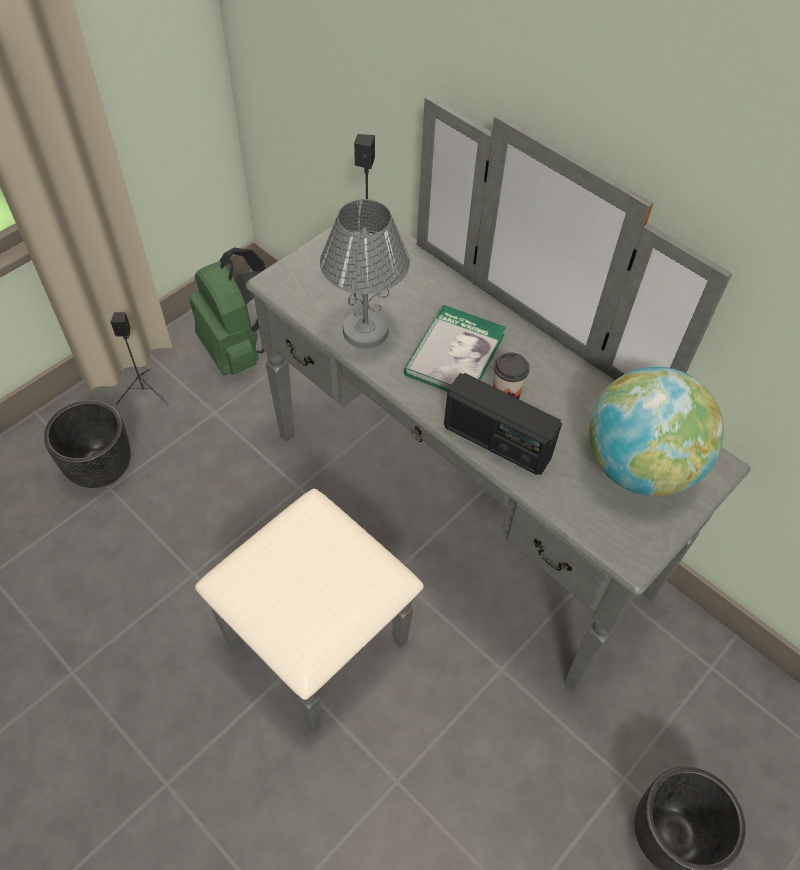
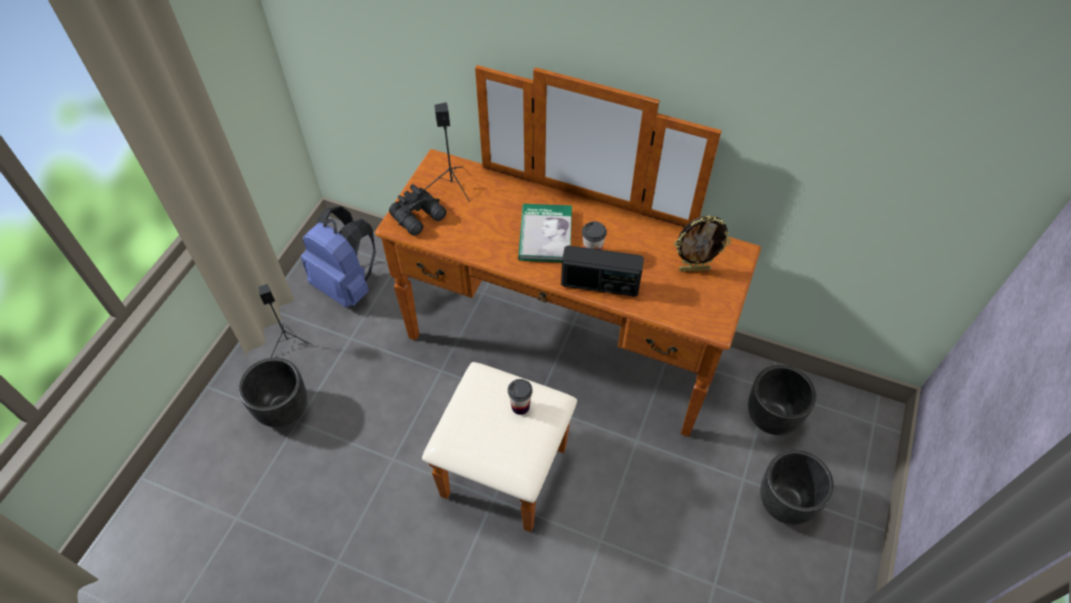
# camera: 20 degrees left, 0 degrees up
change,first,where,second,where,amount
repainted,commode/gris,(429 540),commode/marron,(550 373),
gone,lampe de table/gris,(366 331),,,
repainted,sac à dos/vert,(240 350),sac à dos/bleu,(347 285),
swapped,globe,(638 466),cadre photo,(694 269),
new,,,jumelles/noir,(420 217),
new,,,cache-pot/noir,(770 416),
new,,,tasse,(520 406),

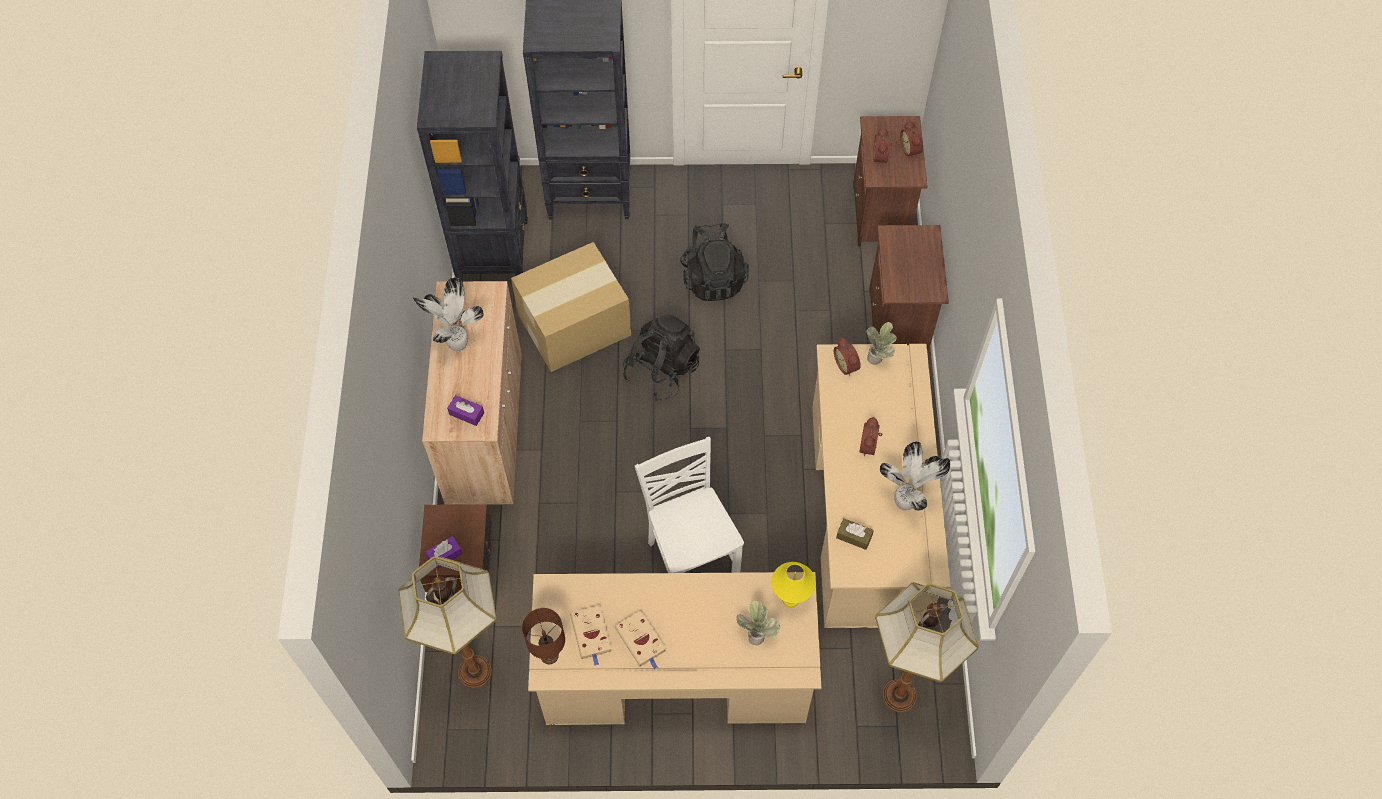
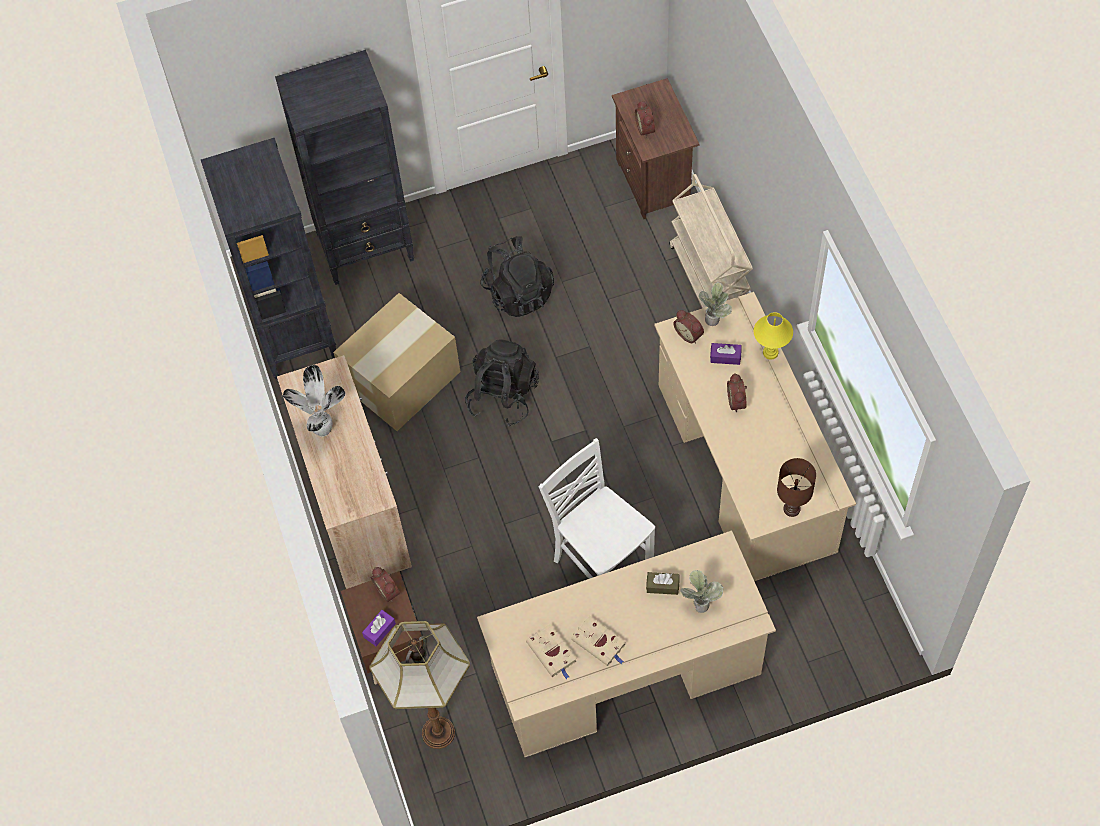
# camera: 15 degrees left, 0 degrees up
change,first,where,second,where,amount
shifted,réveil,(911 149),,(388 590),
swapped,table de chevet/marron,(899 323),chariot/beige,(709 280),
shifted,boîte à mouchoirs/violet,(466 413),,(725 357),
gone,plante en pot,(906 503),,,
shifted,boîte à mouchoirs/marron,(854 536),,(662 586),
shifted,lampe de table/jaune,(791 599),,(770 352),
gone,lampadaire,(900 697),,,
shifted,lampe de table/marron,(549 654),,(791 508),

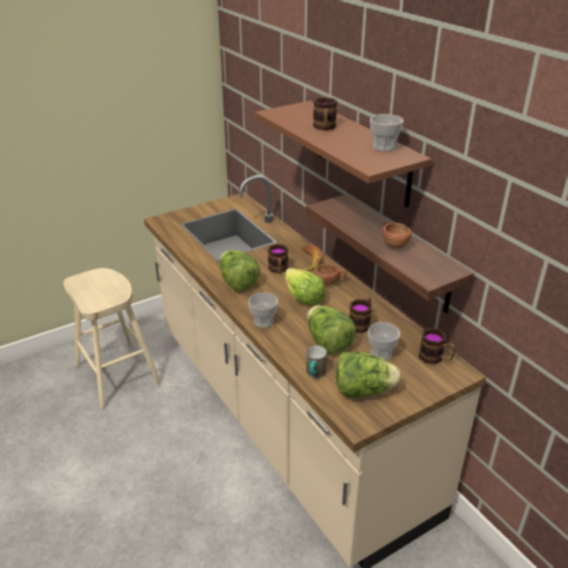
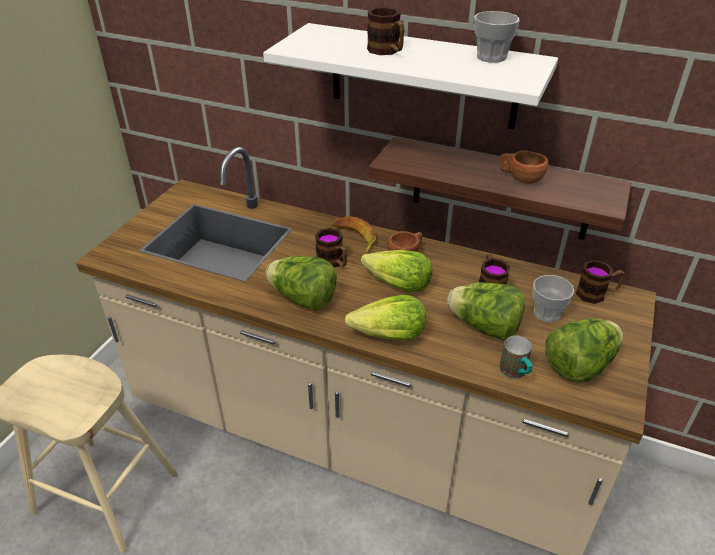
# camera: 35 degrees left, 5 degrees up
change,first,where,second,where,amount
repainted,étagère/marron,(362 153),étagère/blanc,(422 76),
swapped,tasse,(263 321),laitue,(389 335),

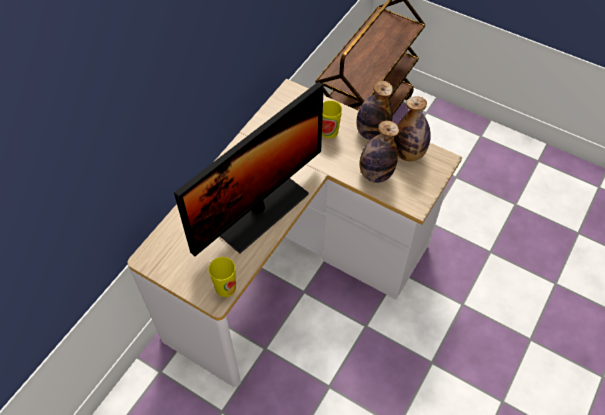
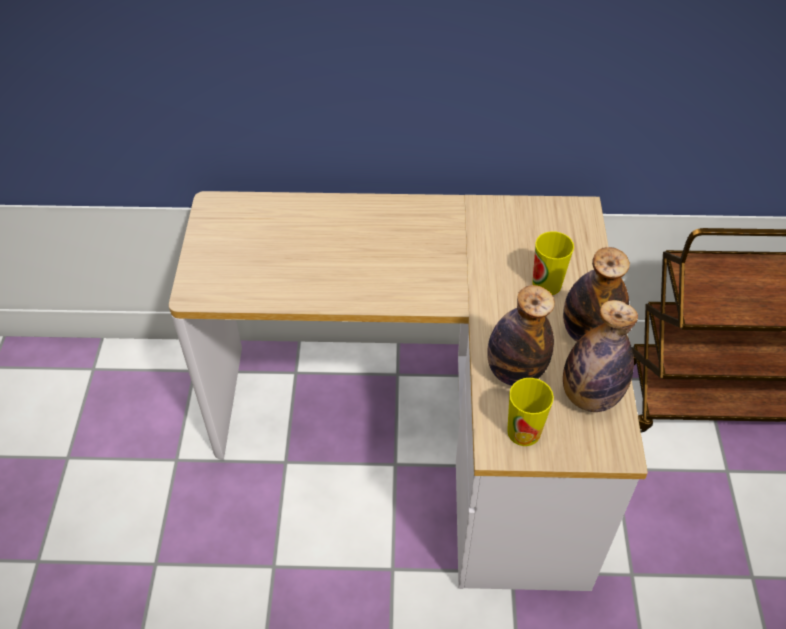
# camera: 60 degrees right, 5 degrees down
change,first,where,second,where,amount
gone,écran d'ordinateur,(260 210),,,
shifted,tasse,(225 287),,(524 431),

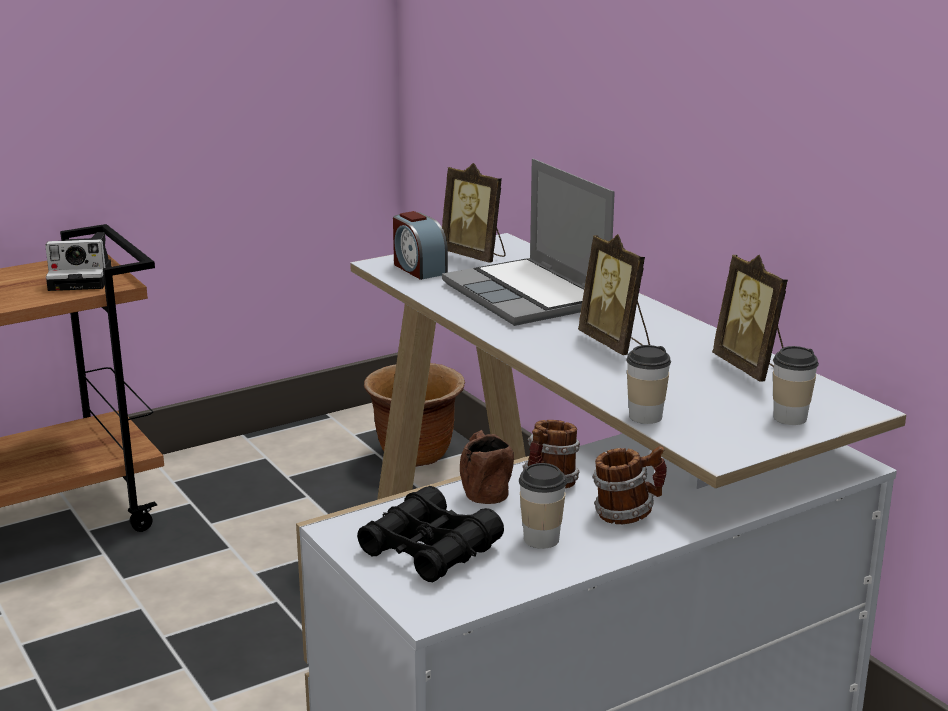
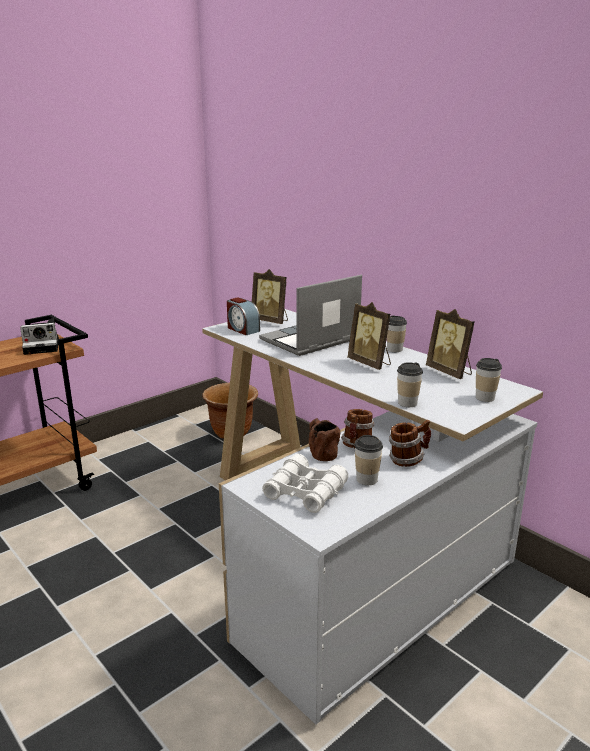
# camera: 10 degrees left, 0 degrees up
change,first,where,second,where,amount
rotated,ordinateur portable,(528 295),,(310 340),90 degrees clockwise
repainted,jumelles/noir,(430 550),jumelles/blanc,(305 492),
new,,,tasse,(394 349),

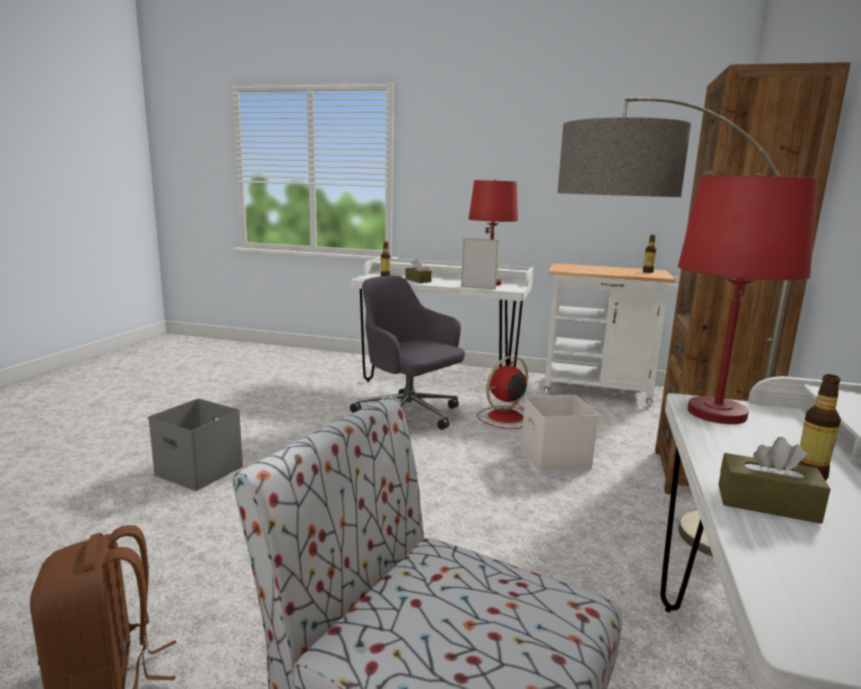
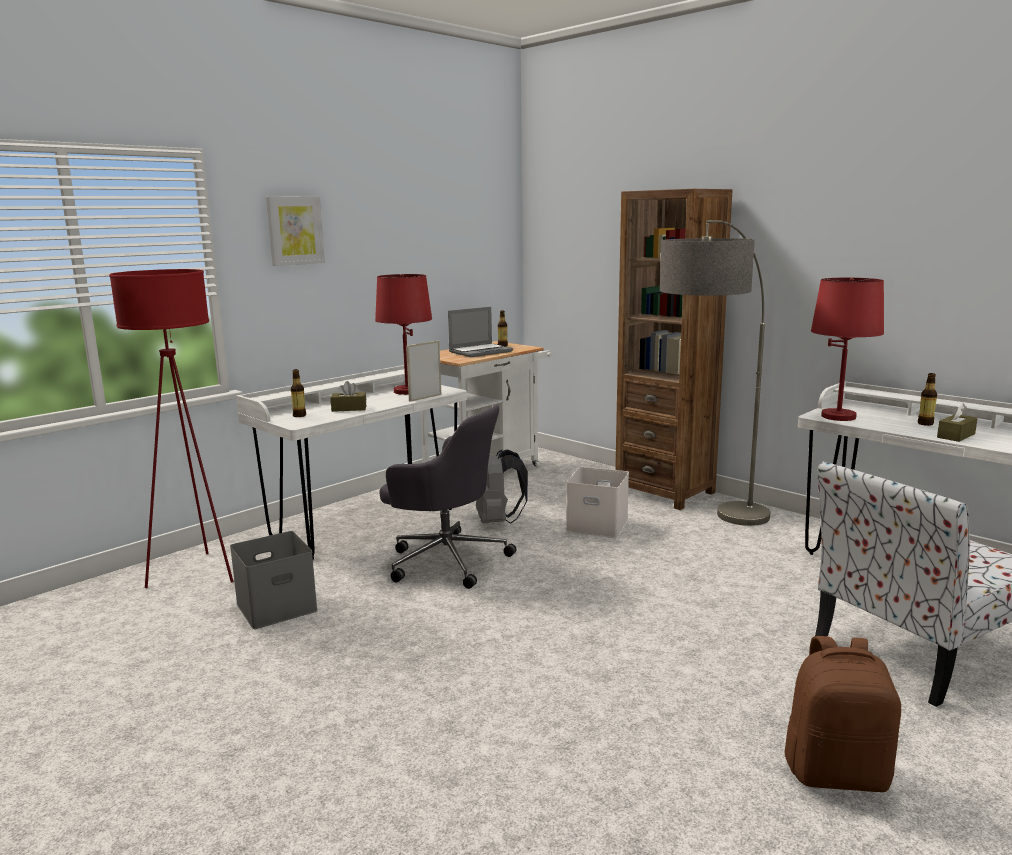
# camera: 60 degrees left, 0 degrees up
change,first,where,second,where,amount
rotated,chaise de bureau/gris,(409 416),,(446 559),135 degrees counterclockwise
swapped,ventilateur/rouge,(504 417),sac à dos/gris,(498 521),
shifted,boîte de rangement/gris,(197 470),,(275 608),
new,,,tableau,(295 230),
new,,,lampadaire/rouge,(196 573),
new,,,ordinateur portable,(481 352),

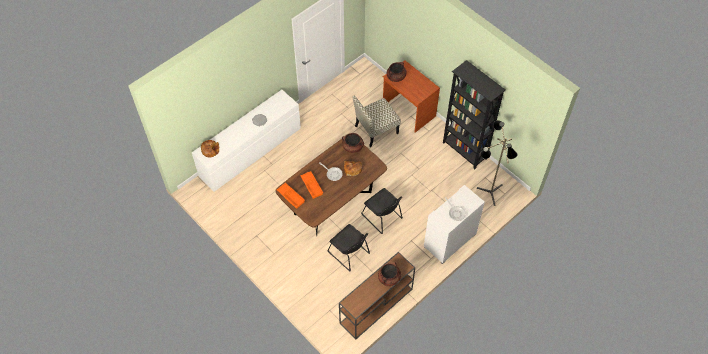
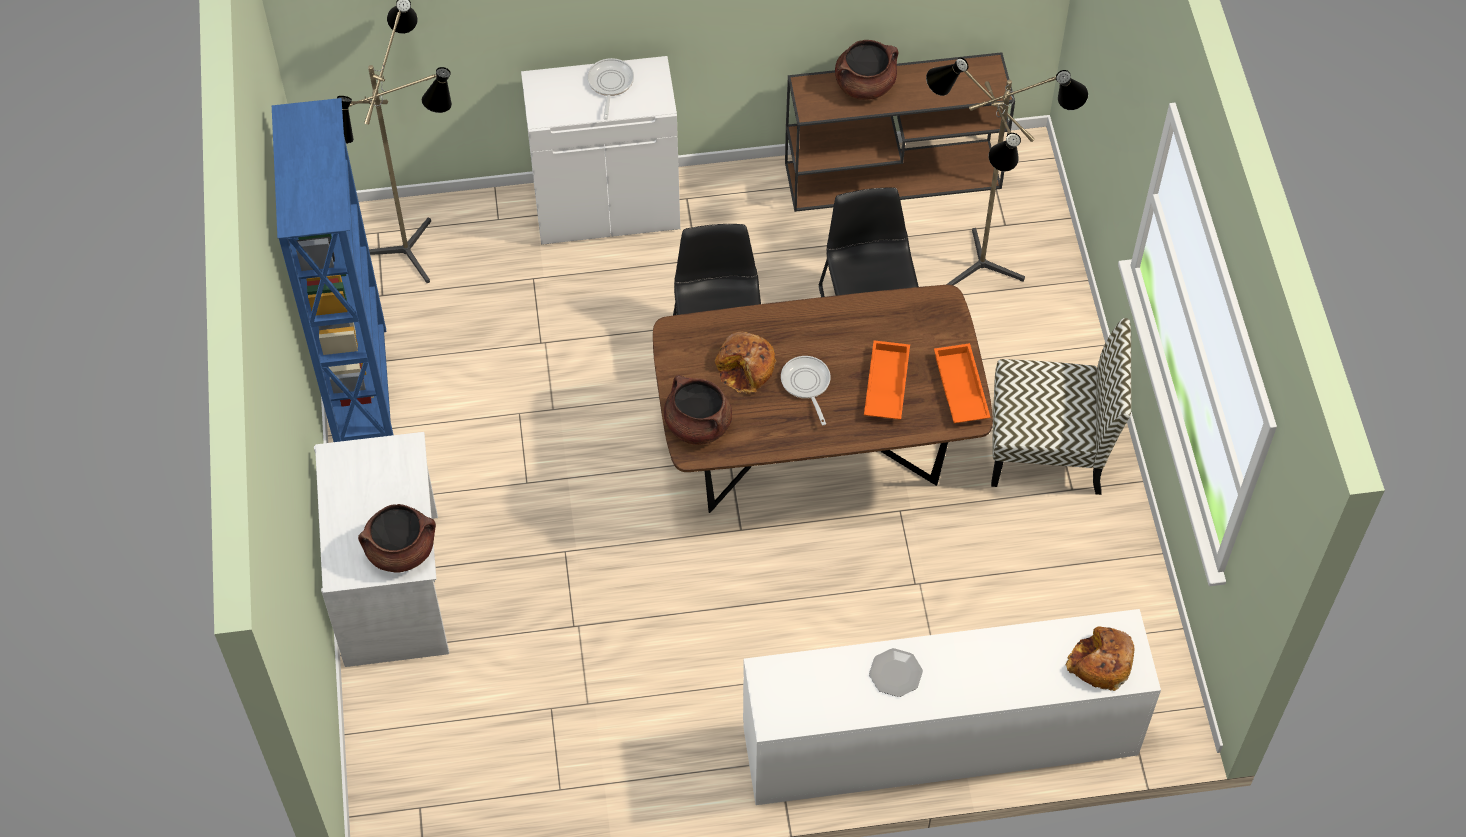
# camera: 145 degrees left, 0 degrees up
change,first,where,second,where,amount
repainted,bureau/marron,(408 111),bureau/blanc,(394 589),
repainted,bibliothèque/noir,(464 151),bibliothèque/bleu,(362 387),
shifted,chaise,(376 130),,(1050 448),
new,,,lampadaire,(979 274),

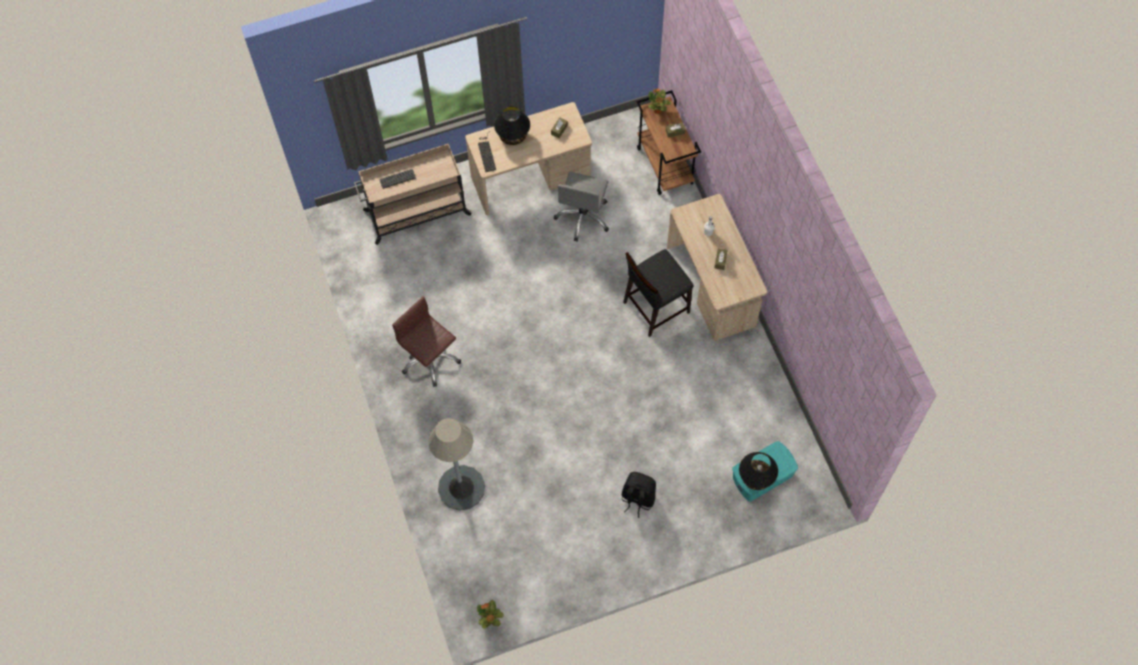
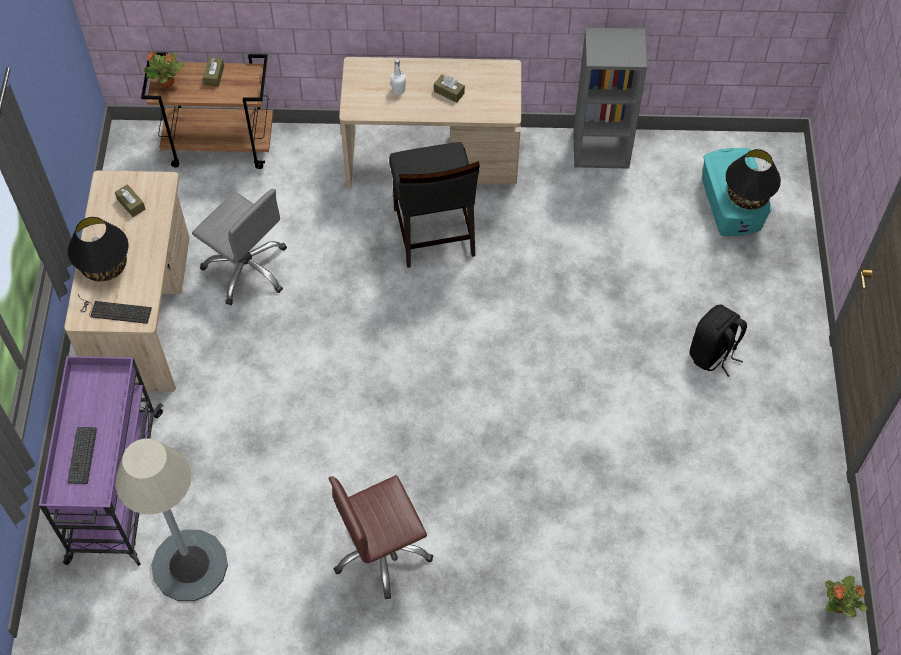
# camera: 70 degrees left, 5 degrees down
change,first,where,second,where,amount
repainted,chariot/beige,(416 213),chariot/violet,(114 488),
shifted,lampadaire/gris,(461 488),,(189 566),
new,,,bibliothèque/gris,(601 149),

